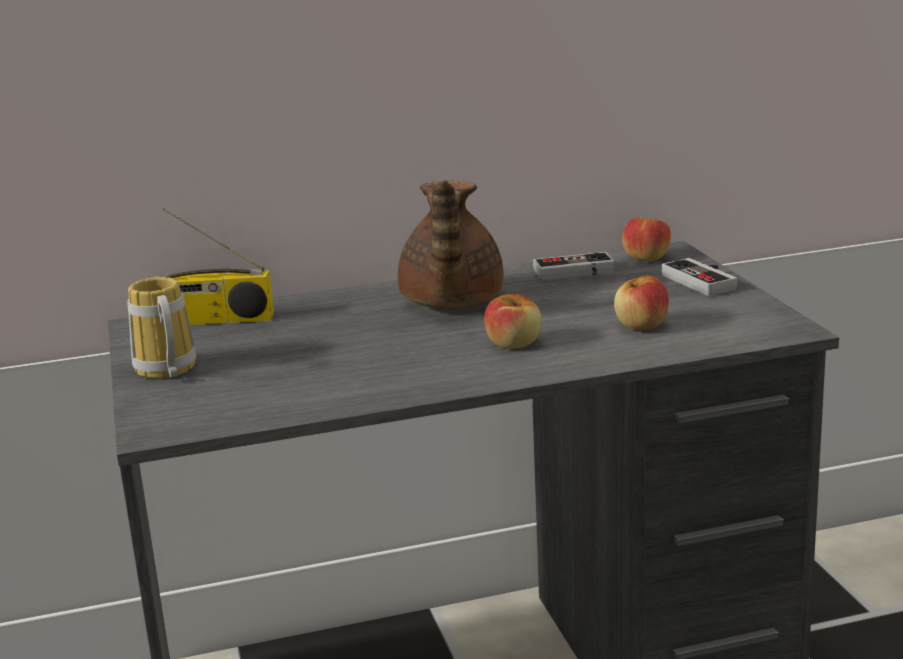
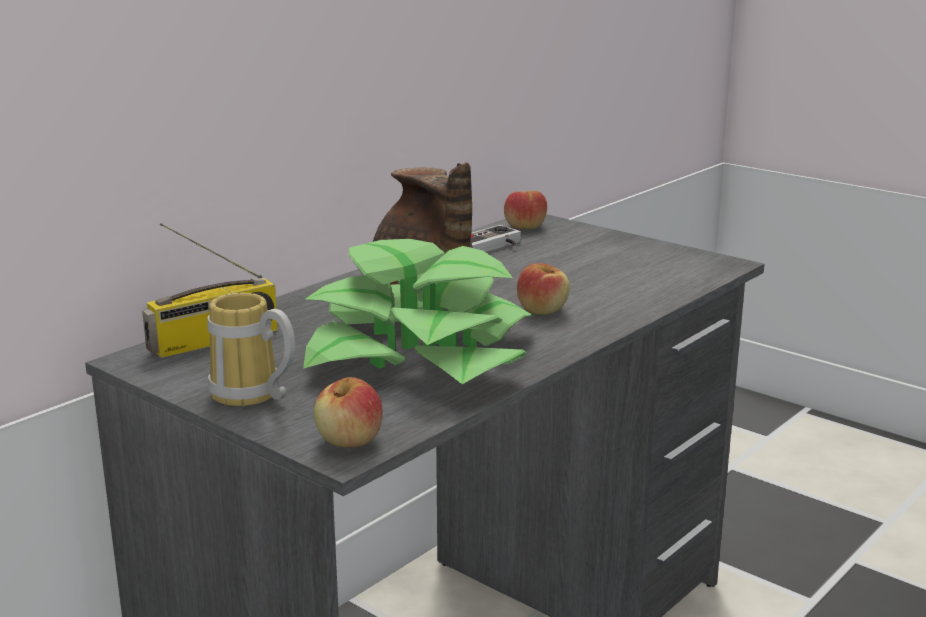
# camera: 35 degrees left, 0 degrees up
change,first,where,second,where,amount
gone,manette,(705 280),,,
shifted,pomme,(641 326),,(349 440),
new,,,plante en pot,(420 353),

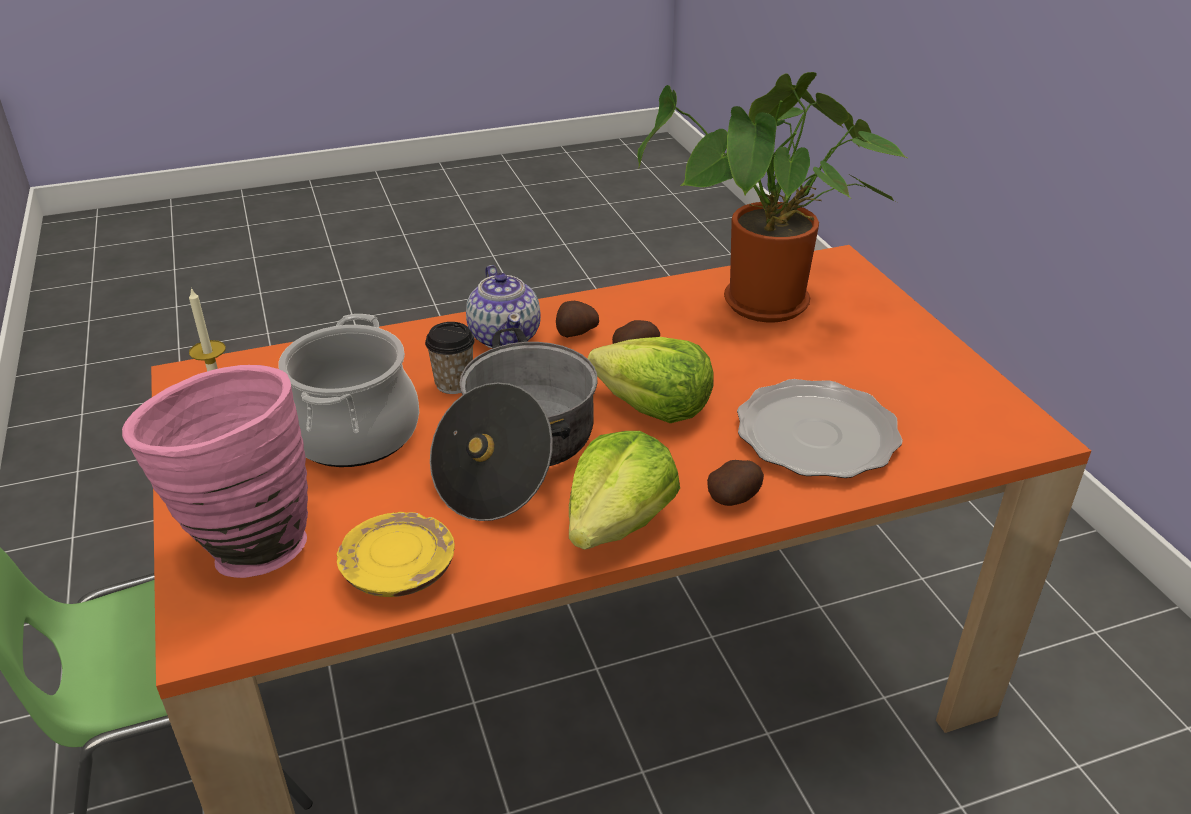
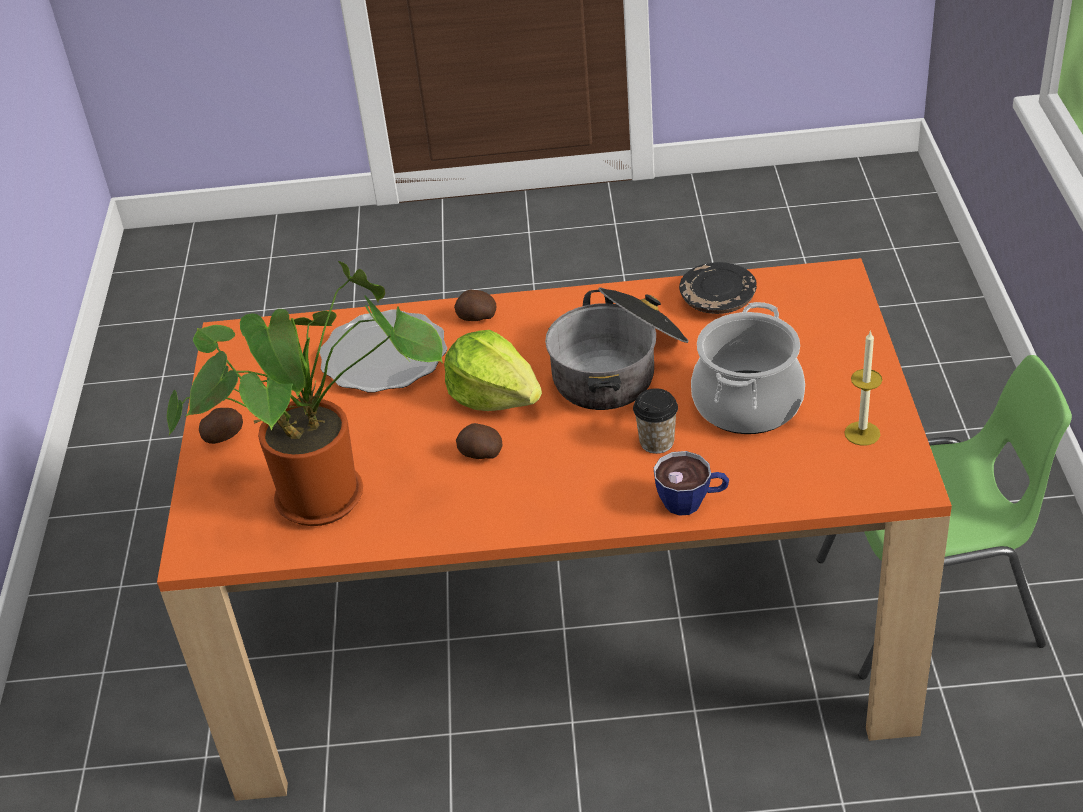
# camera: 160 degrees left, 5 degrees up
change,first,where,second,where,amount
gone,théière,(505 336),,,
shifted,pomme de terre,(576 333),,(224 437),
gone,vase/rose,(244 545),,,
gone,laitue,(619 522),,,
repainted,assiette/jaune,(398 569),assiette/noir,(718 300),
new,,,tasse,(692 502),

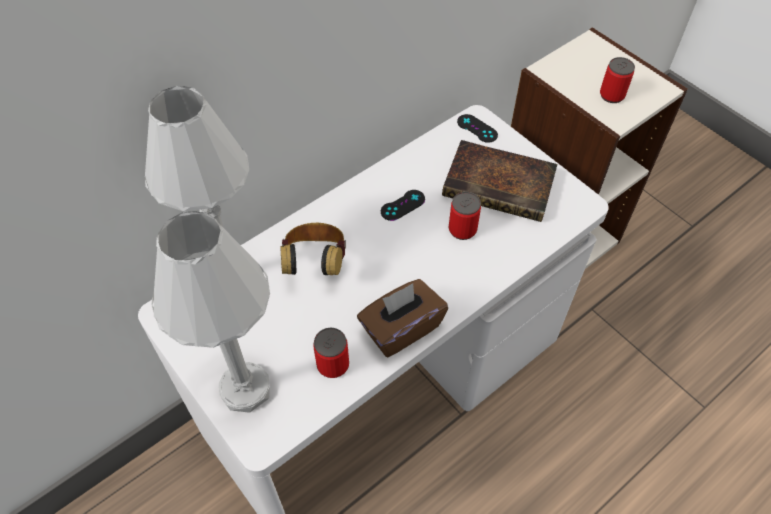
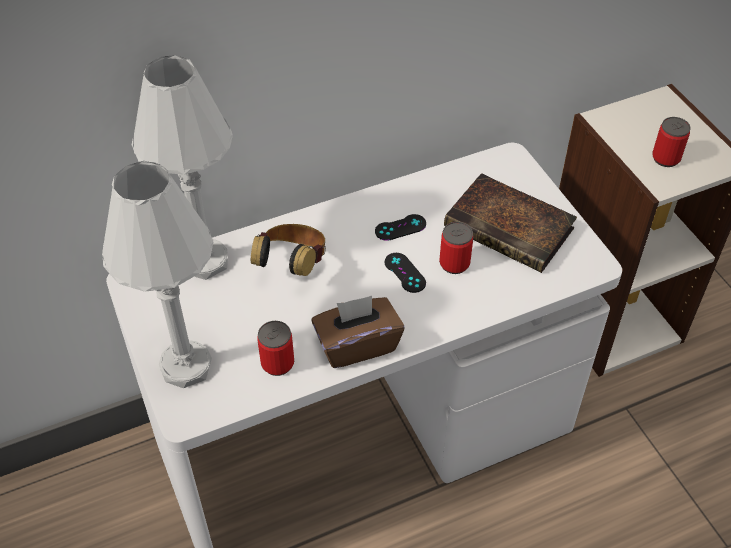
# camera: 15 degrees right, 5 degrees down
change,first,where,second,where,amount
shifted,manette/noir,(477 128),,(405 273),

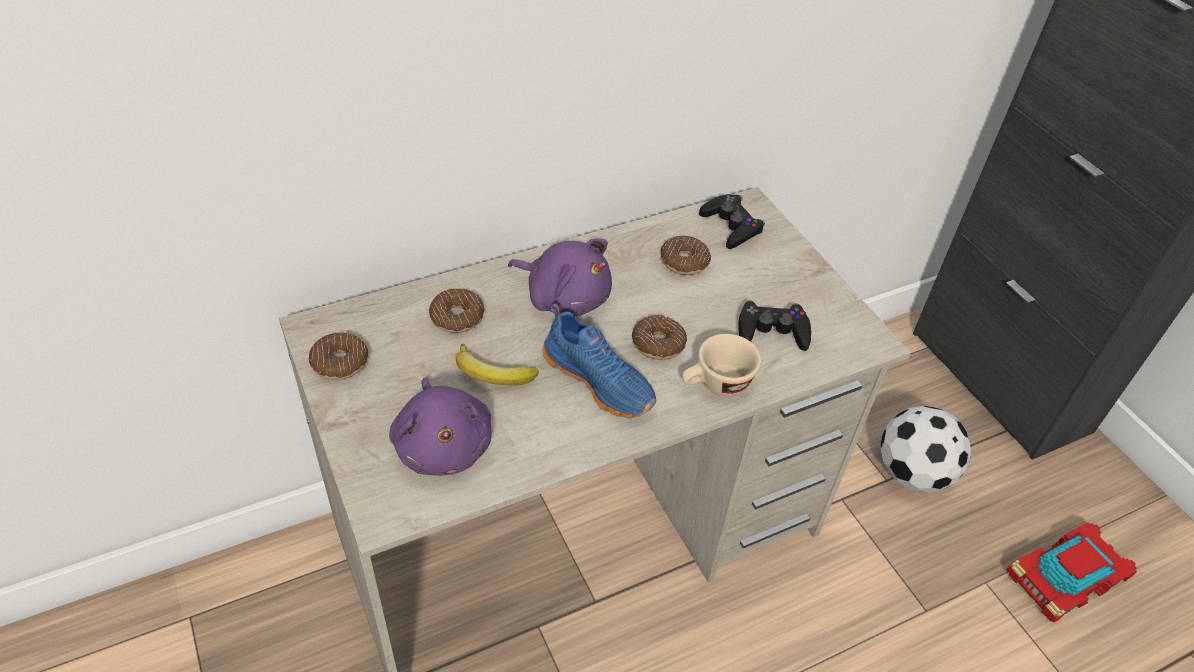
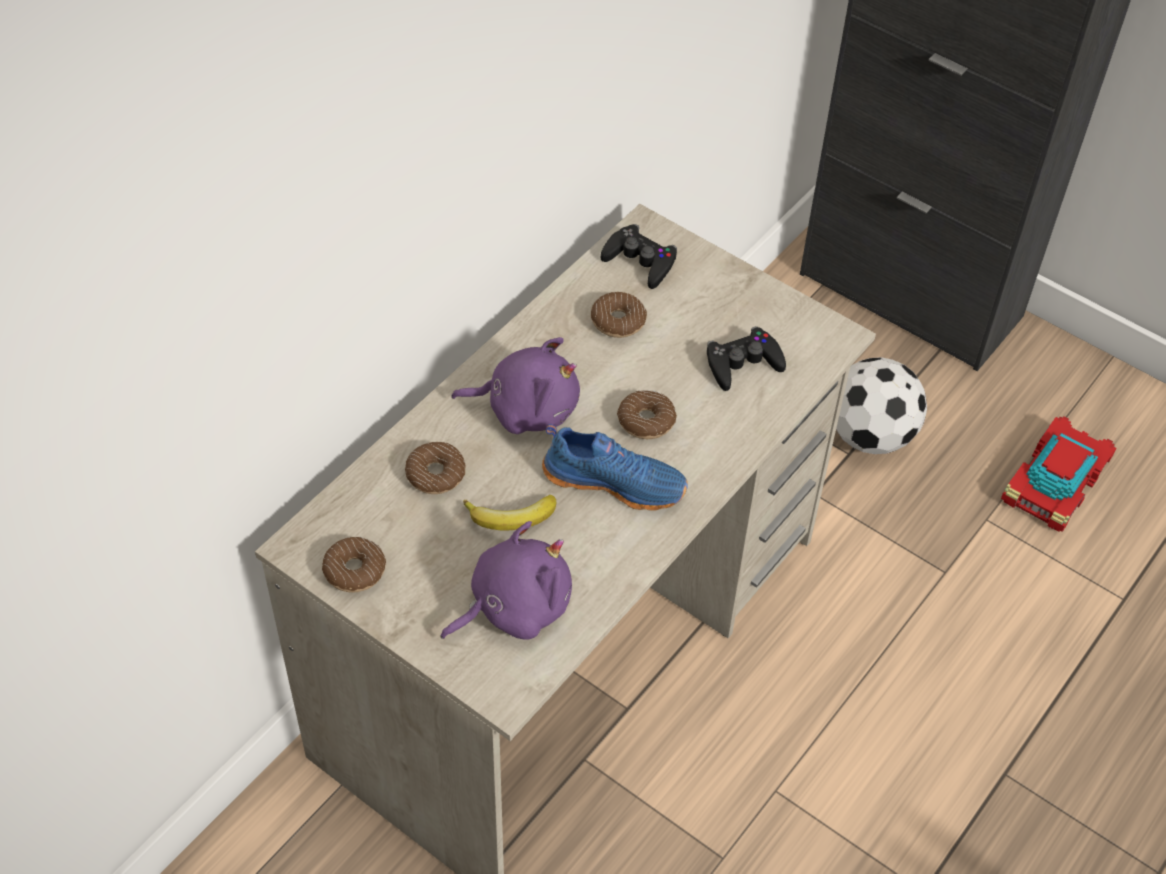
# camera: 25 degrees left, 5 degrees up
change,first,where,second,where,amount
gone,tasse/beige,(716 385),,,
rotated,peluche/violet,(443 445),,(513 607),75 degrees counterclockwise

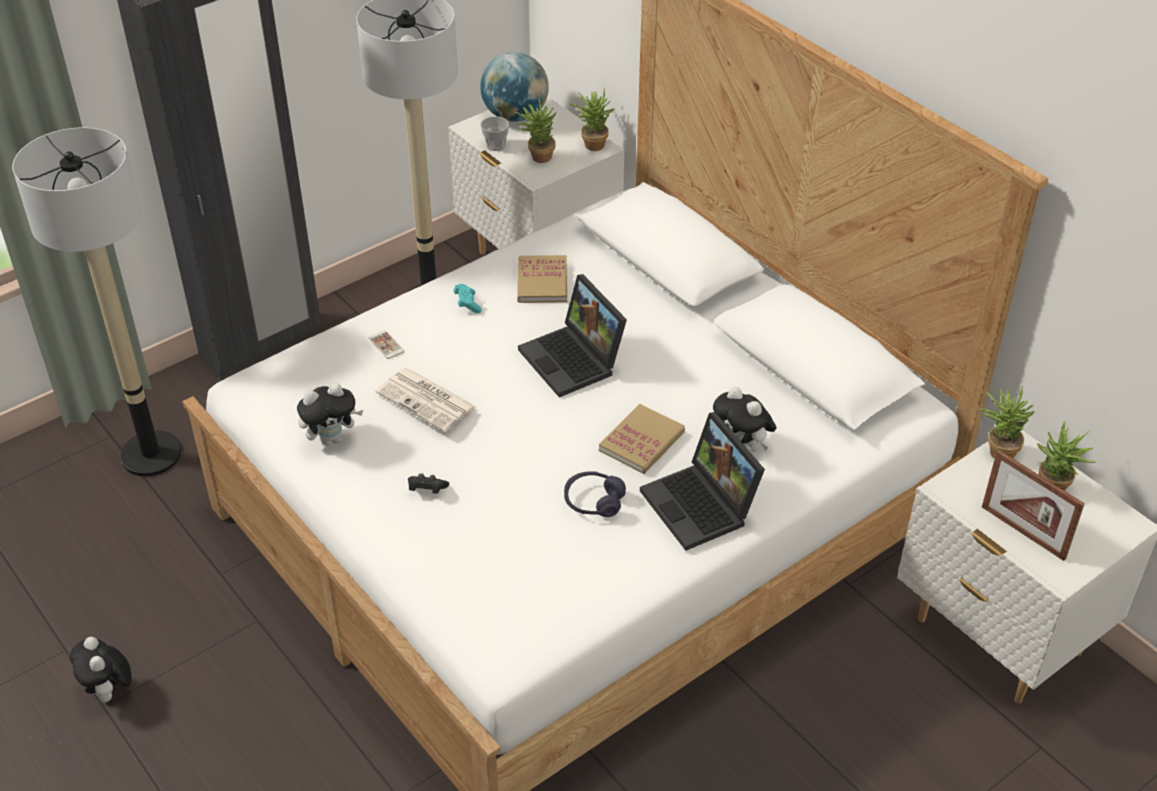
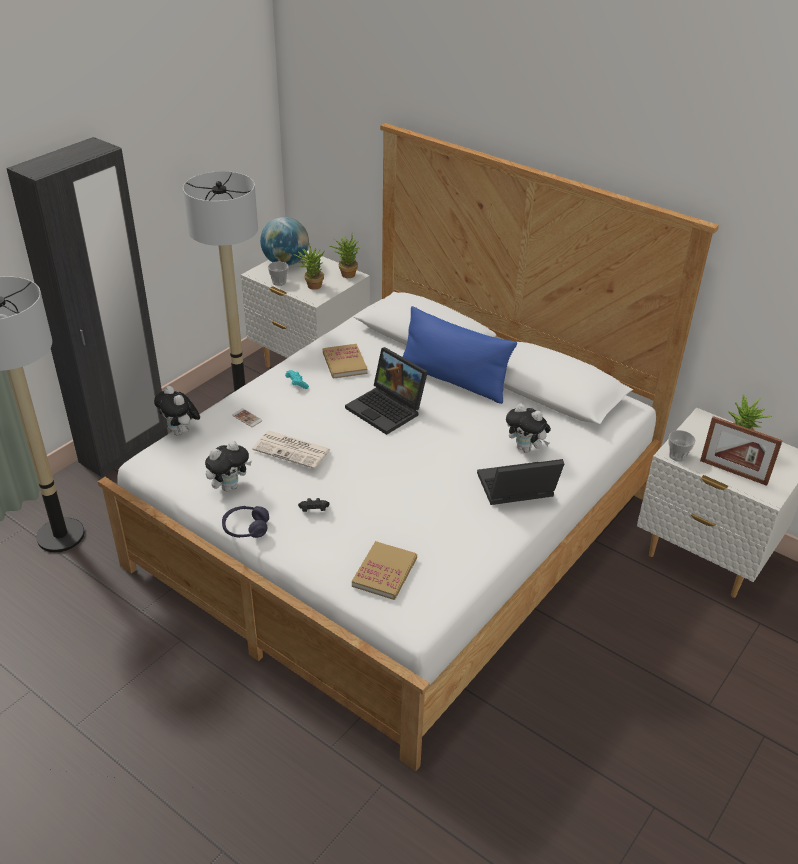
# camera: 15 degrees left, 5 degrees down
change,first,where,second,where,amount
gone,plante en pot,(997 450),,,
shifted,livre,(642 441),,(384 572),
rotated,ordinateur portable,(702 506),,(515 490),120 degrees clockwise
shifted,casque audio/violet,(593 501),,(246 528),
shifted,peluche,(109 693),,(181 432),
new,,,coussin/bleu,(453 380),
new,,,tasse,(677 456),

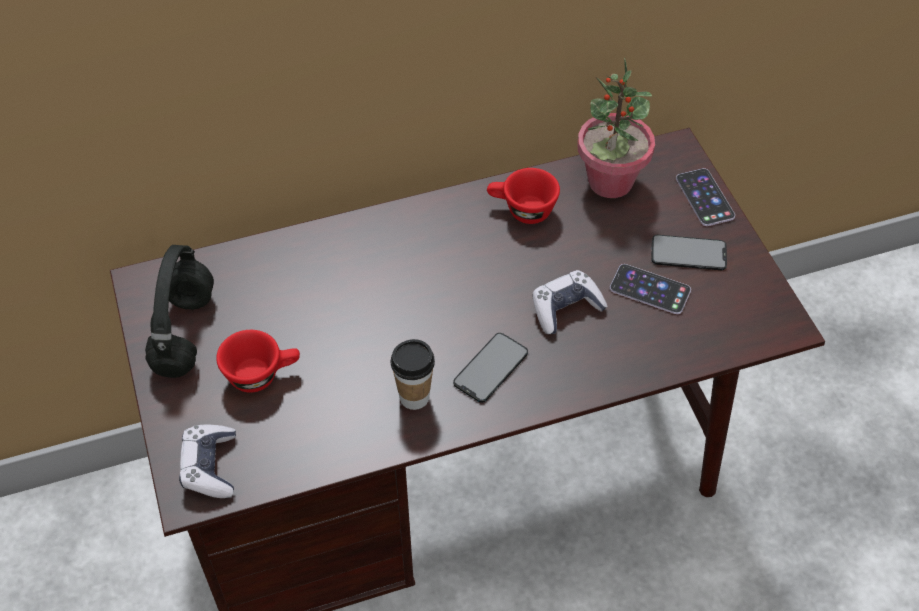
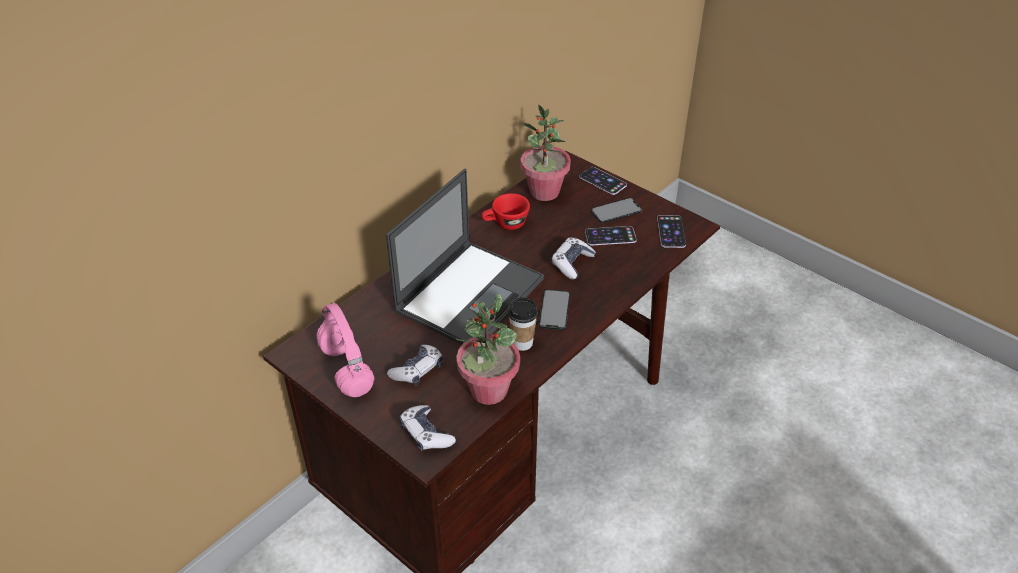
# camera: 30 degrees left, 10 degrees down
change,first,where,second,where,amount
repainted,casque audio/noir,(184 331),casque audio/rose,(345 369),
swapped,tasse/rouge,(262 374),manette,(417 370),
new,,,ordinateur portable,(470 293),
new,,,téléphone,(671 231),
new,,,plante en pot,(488 390),

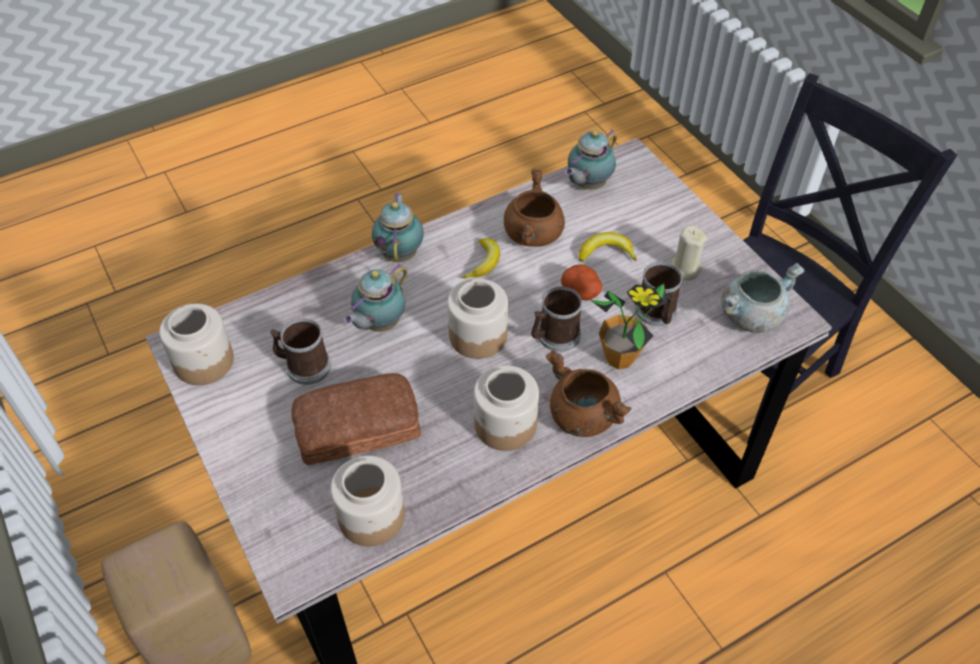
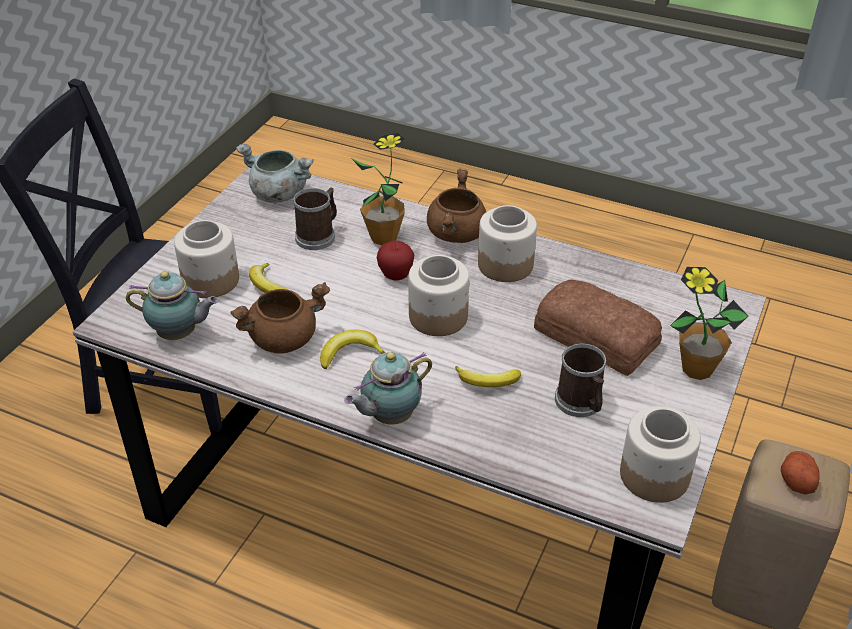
# camera: 125 degrees left, 10 degrees down
change,first,where,second,where,amount
gone,bougie/beige,(684 268),,,
swapped,théière,(379 324),banane,(488 382),
shifted,pomme de terre,(582 291),,(796 480),
swapped,mug,(554 336),pomme,(396 276),
shifted,bocal,(371 517),,(211 280),
new,,,plante en pot,(696 369),

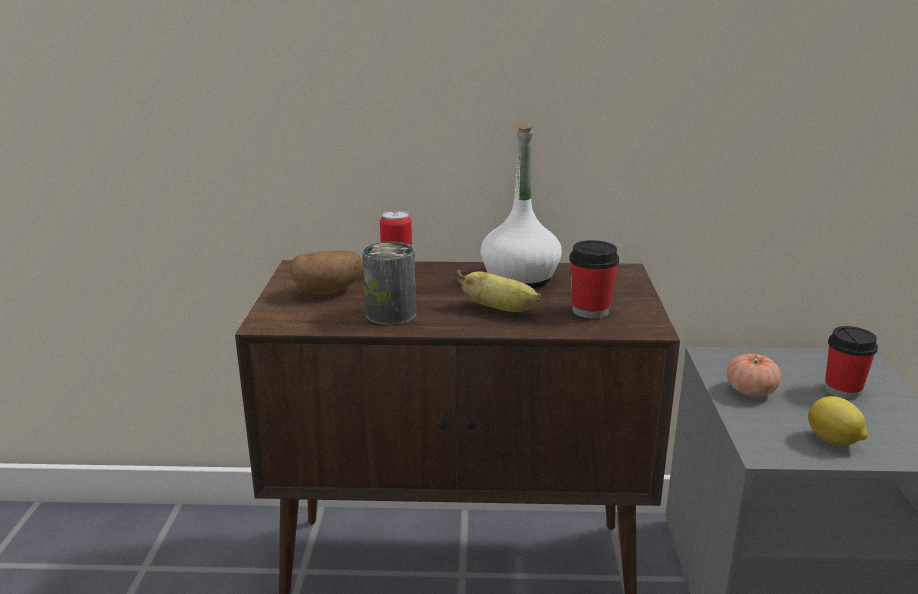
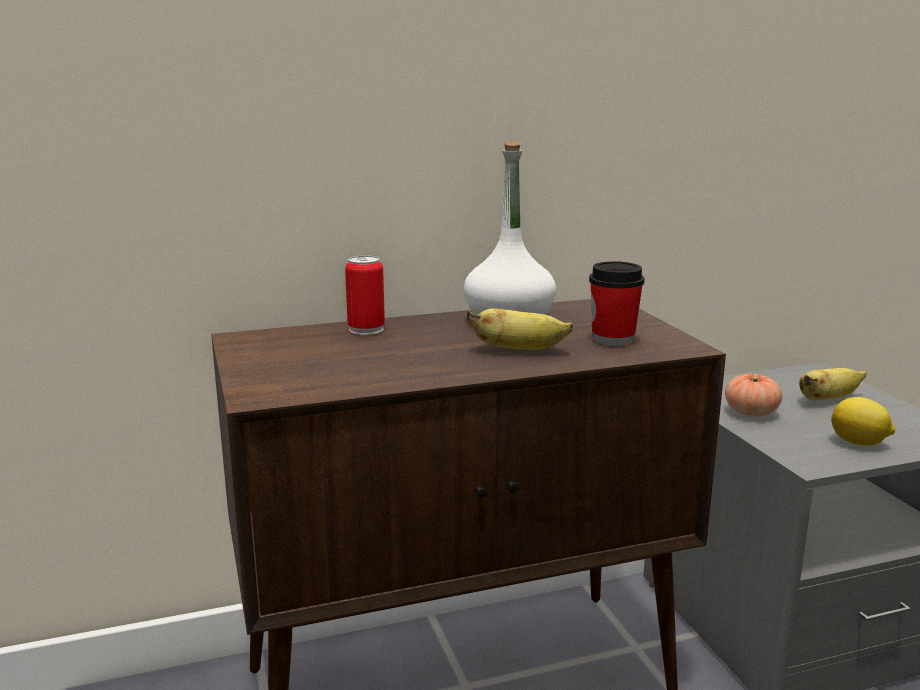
# camera: 20 degrees left, 5 degrees down
change,first,where,second,where,amount
gone,boîte métallique,(390 314),,,
gone,pomme de terre,(328 291),,,
swapped,tasse,(842 390),banane,(827 399),

